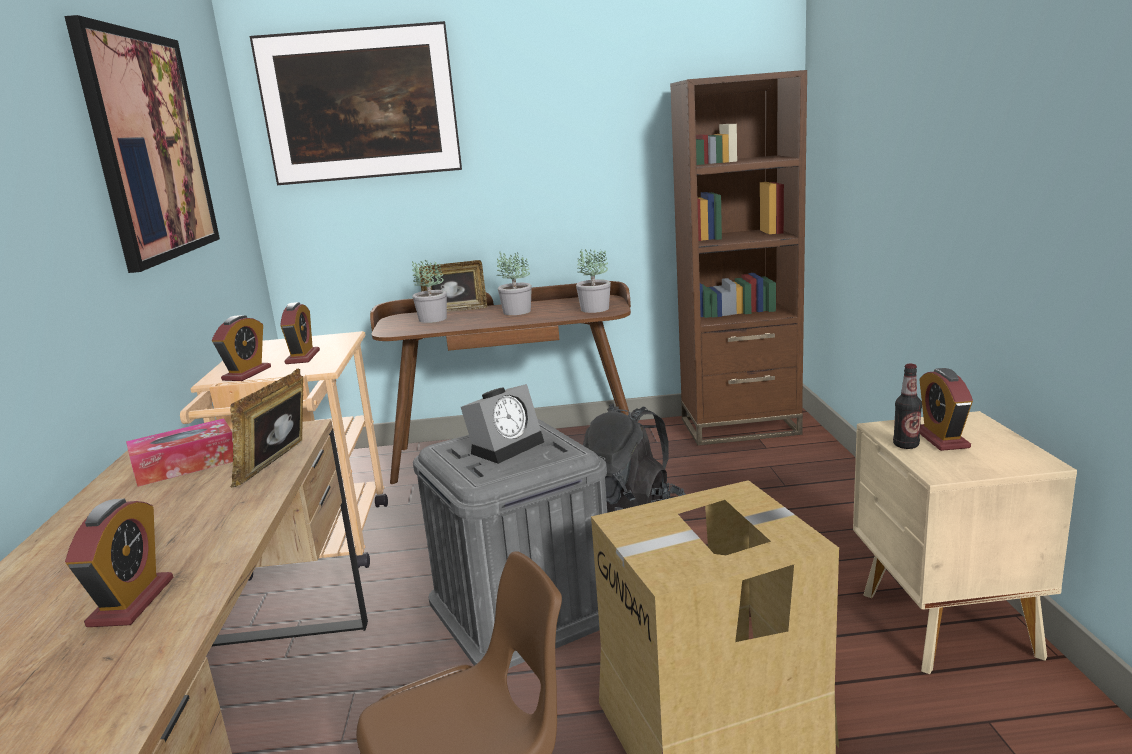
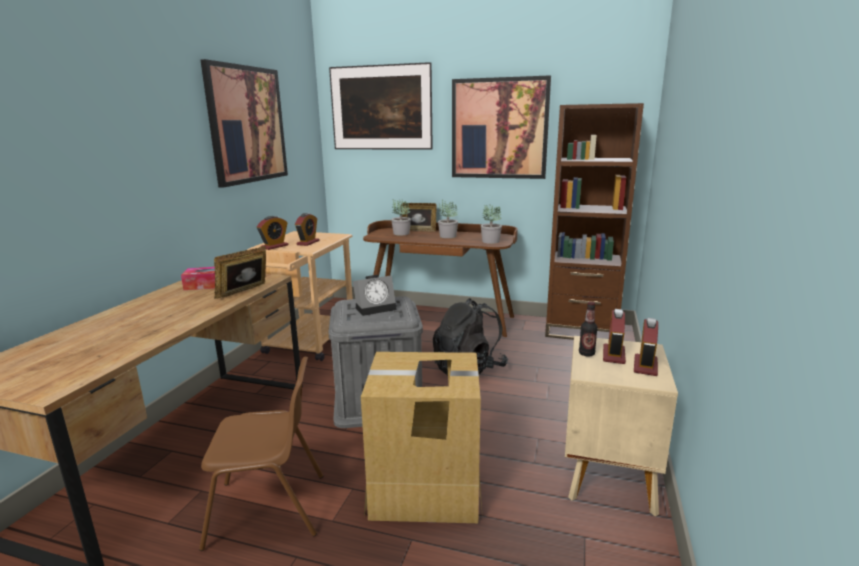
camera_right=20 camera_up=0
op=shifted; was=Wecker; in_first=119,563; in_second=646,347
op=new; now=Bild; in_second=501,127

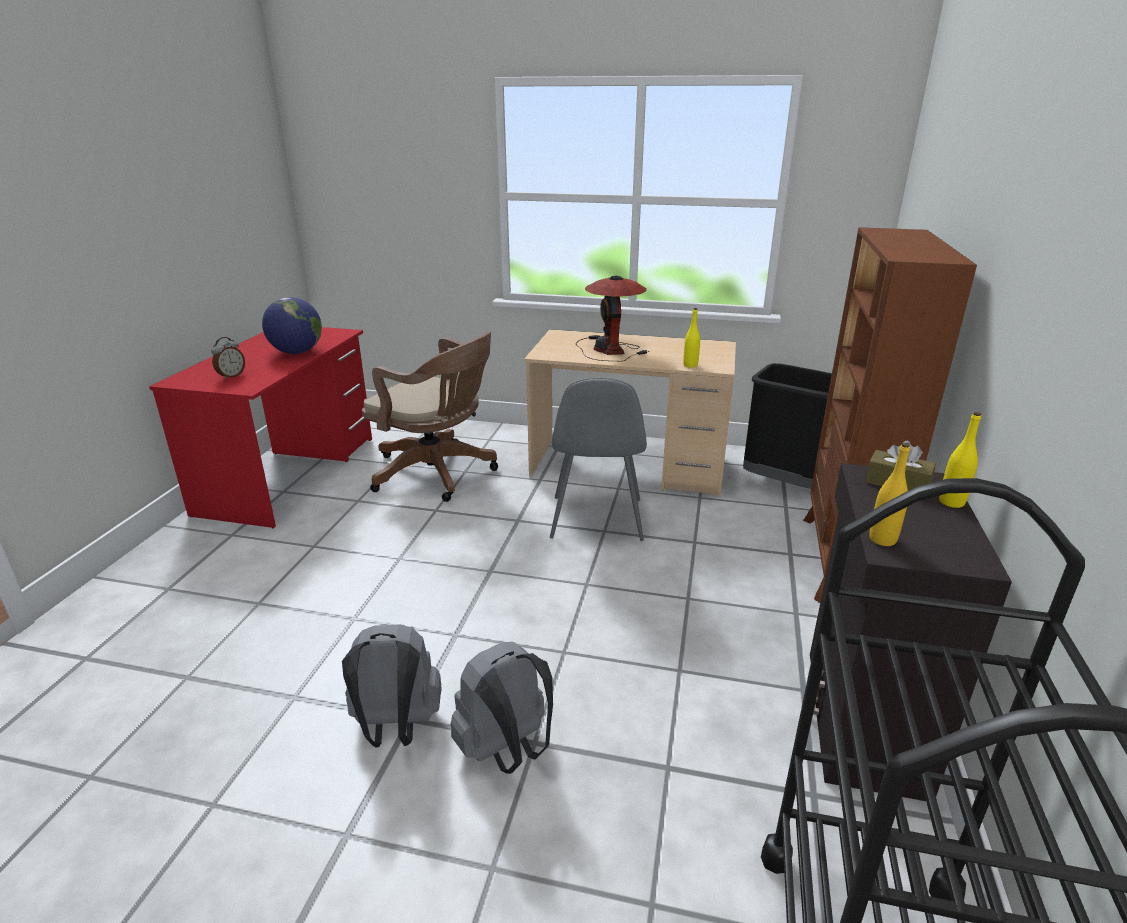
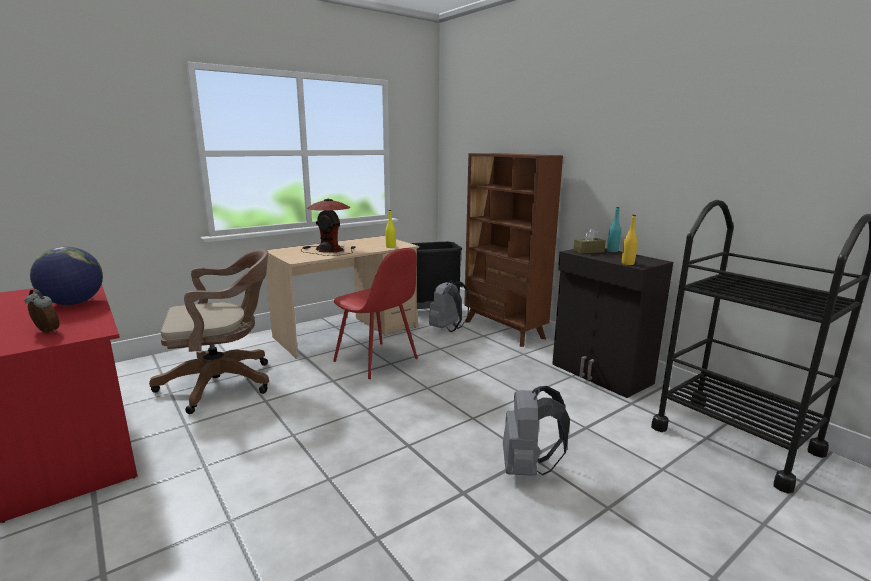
camera_right=-50 camera_up=-10
op=rotated; was=Wecker; in_first=228,358; in_second=42,311; clockwise=-45
op=shifted; was=Rucksack [grau]; in_first=392,686; in_second=449,306
op=repainted; was=Stuhl [grau]; now=Stuhl [rot]; in_first=598,459; in_second=375,313
op=repainted; was=Flasche [gelb]; now=Flasche [türkis]; in_first=960,460; in_second=614,229

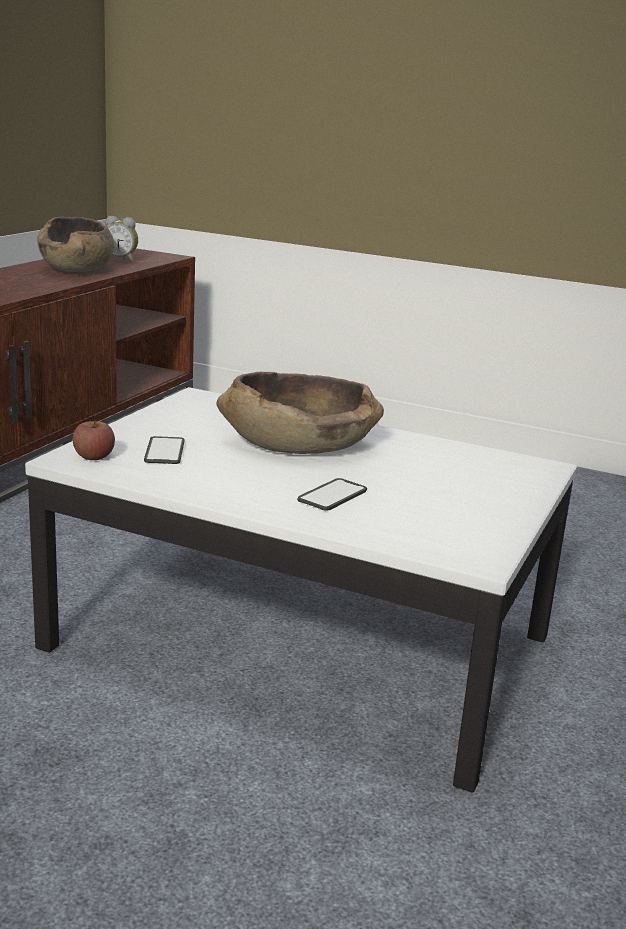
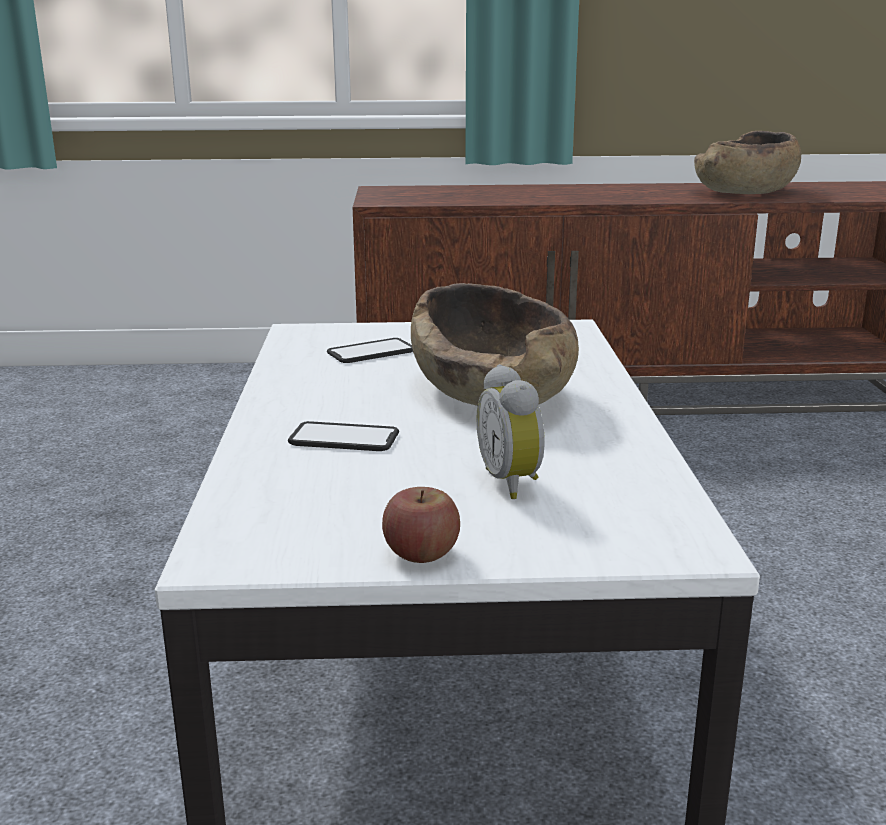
camera_right=65 camera_up=0
op=shifted; was=Apfel; in_first=94,440; in_second=421,525
op=shifted; was=Wecker; in_first=121,239; in_second=510,431

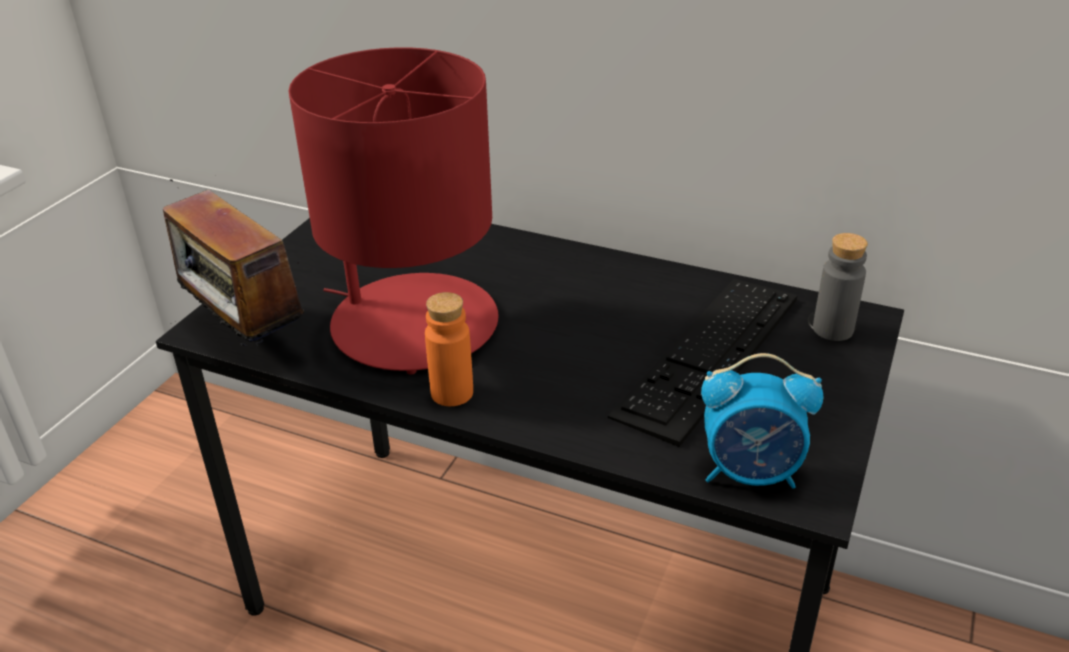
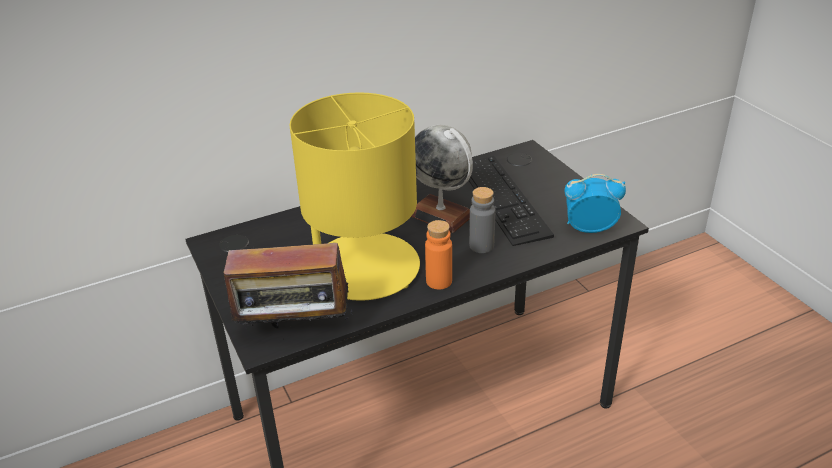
camera_right=-50 camera_up=0
op=repainted; was=Tischlampe [rot]; now=Tischlampe [gelb]; in_first=393,210; in_second=354,196
op=rotated; was=Wecker; in_first=762,420; in_second=595,203; clockwise=-135
op=shifted; was=Flasche [grau]; in_first=840,287; in_second=482,220
op=new; now=Globus; in_second=442,179

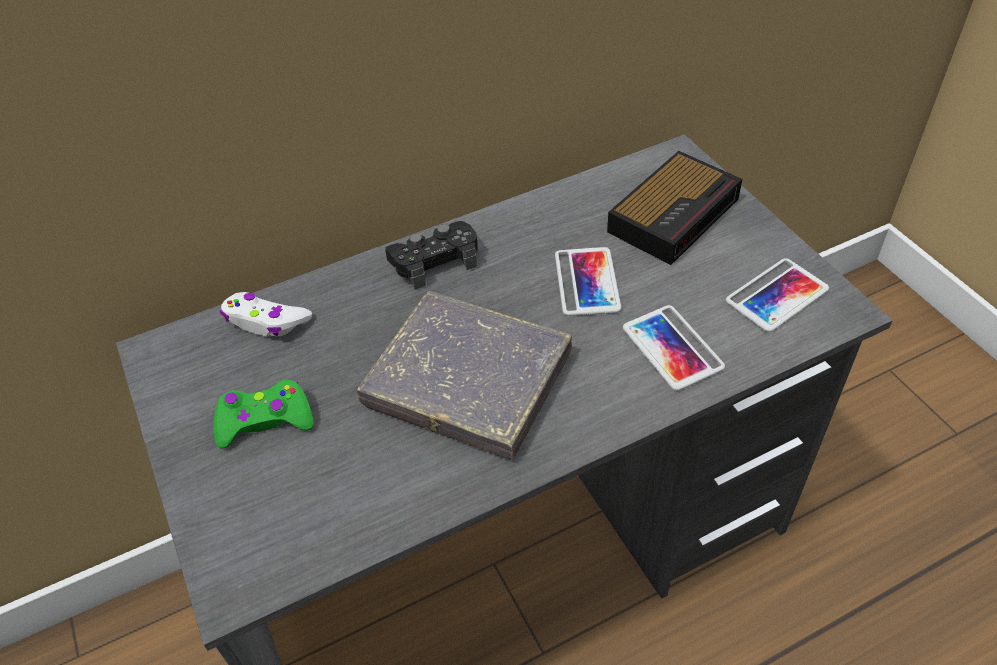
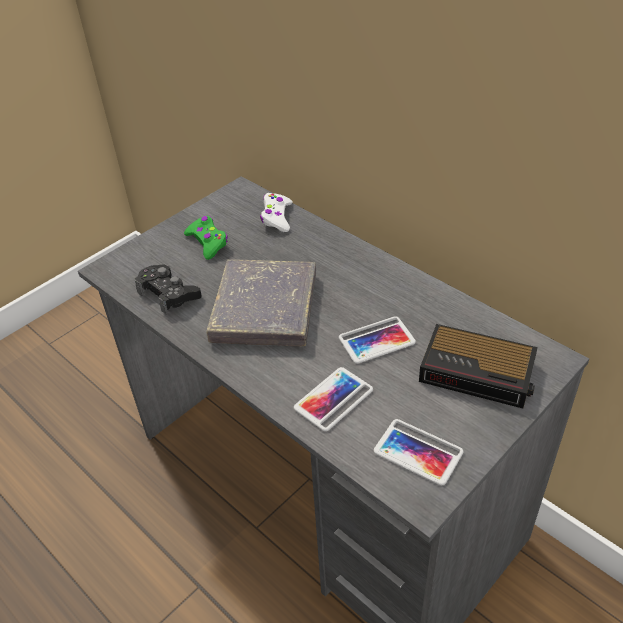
camera_right=70 camera_up=-5
op=shifted; was=Gamepad [schwarz]; in_first=431,255; in_second=168,289

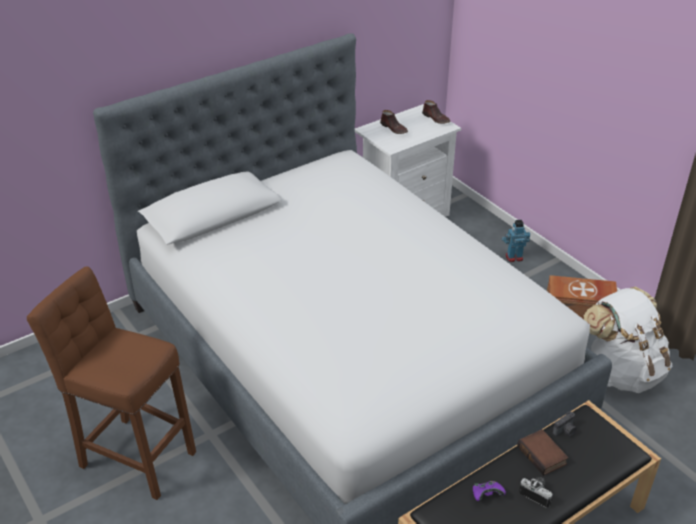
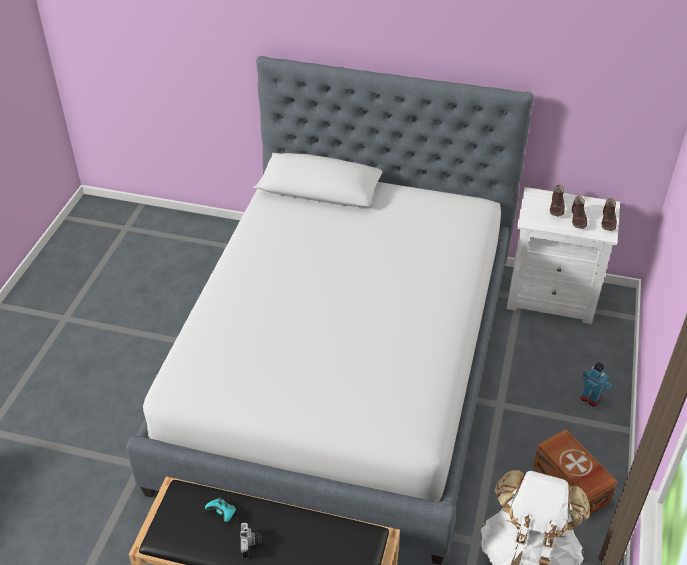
camera_right=50 camera_up=5
op=gone; was=Hocker [braun]; in_first=111,383
op=repainted; was=Gamepad [lila]; now=Gamepad [türkis]; in_first=489,491; in_second=220,509
op=gone; was=Buch; in_first=542,452
op=gone; was=Kamera; in_first=565,424
op=new; now=Schuh [braun]; in_second=579,212

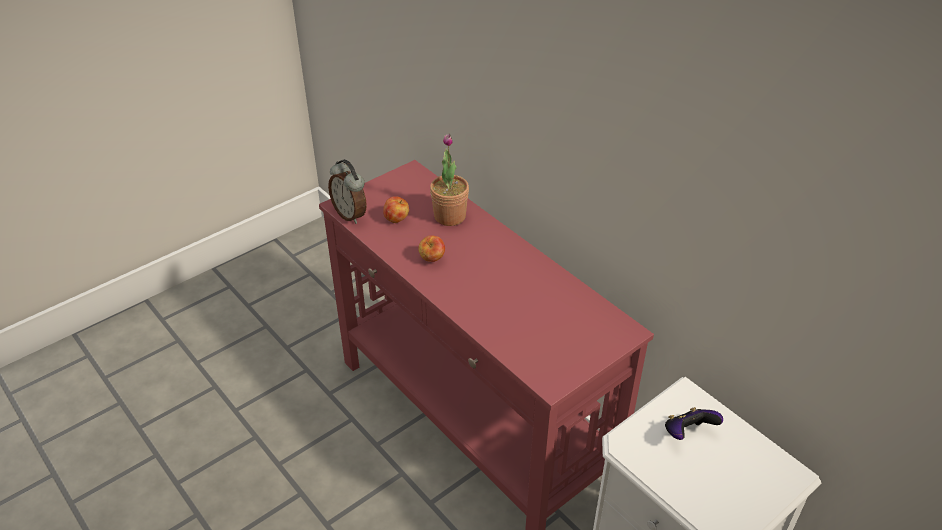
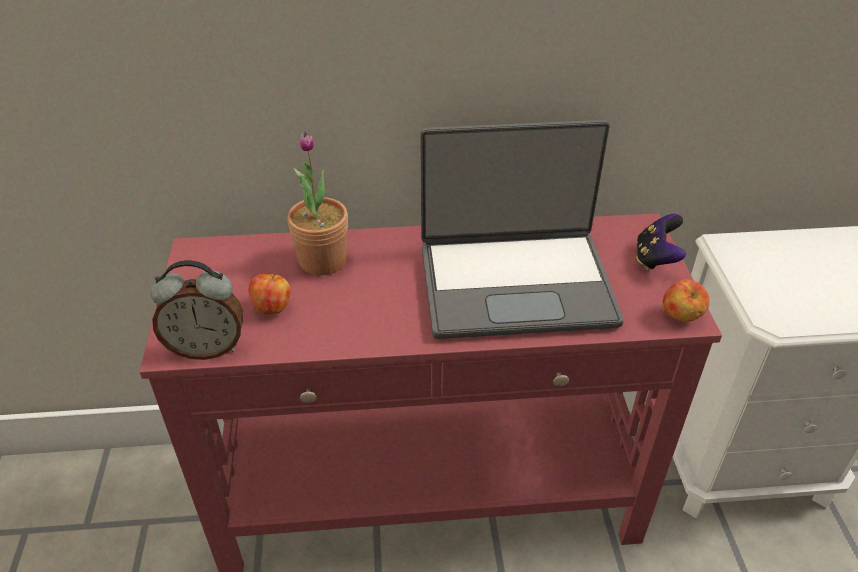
camera_right=-55 camera_up=0
op=shifted; was=Apfel; in_first=431,248; in_second=686,300
op=shifted; was=Gamepad; in_first=694,423; in_second=661,242
op=new; now=Laptop; in_second=522,229

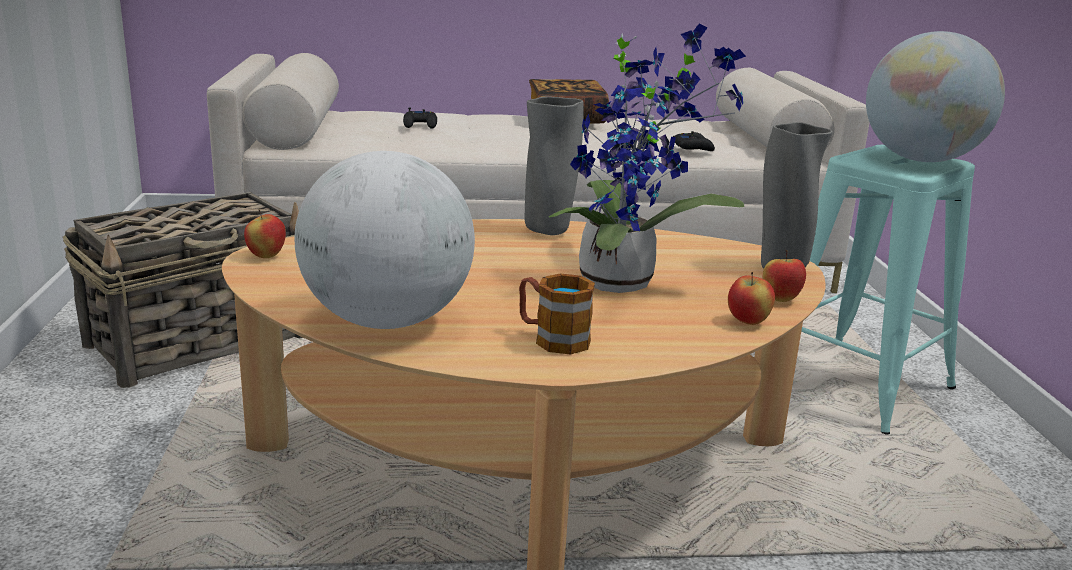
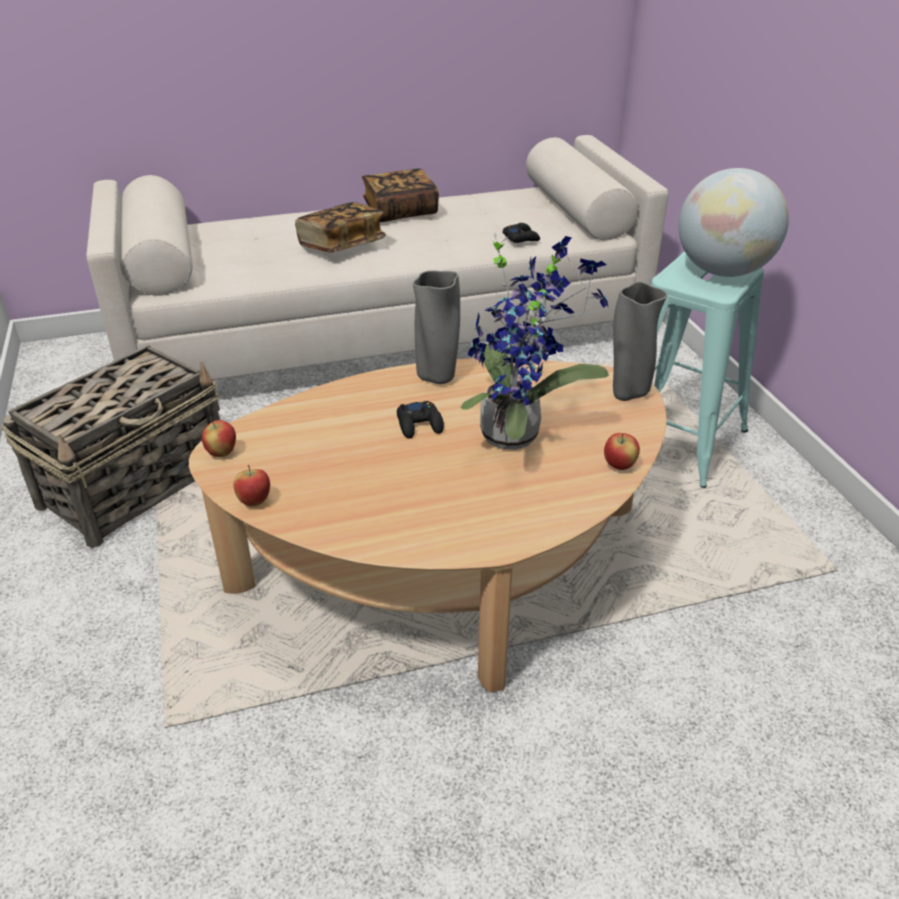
camera_right=-10 camera_up=15
op=gone; was=Globus; in_first=385,240
op=shifted; was=Gamepad [schwarz]; in_first=420,118; in_second=420,420
op=gone; was=Henkelbecher; in_first=557,314
op=shifted; was=Apfel; in_first=784,276; in_second=251,485
op=new; now=Buch; in_second=340,227

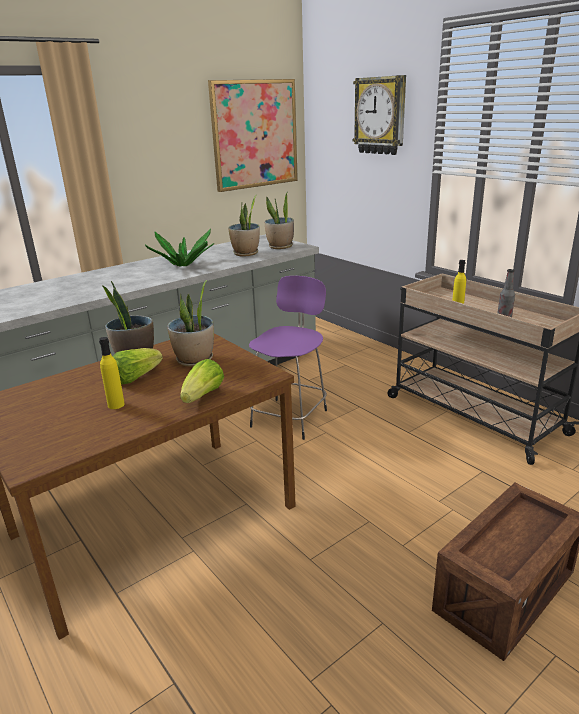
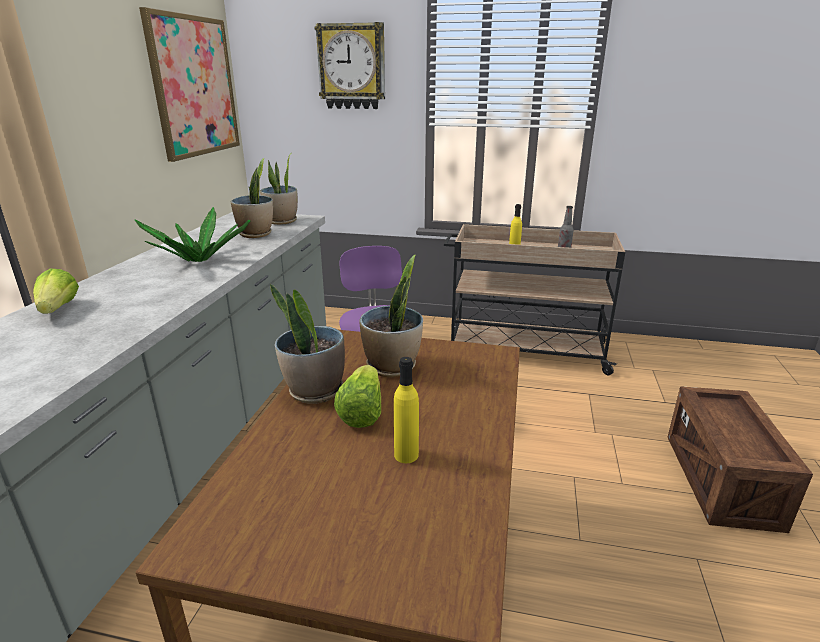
camera_right=-40 camera_up=0
op=shifted; was=Salatkopf; in_first=202,381; in_second=56,291

